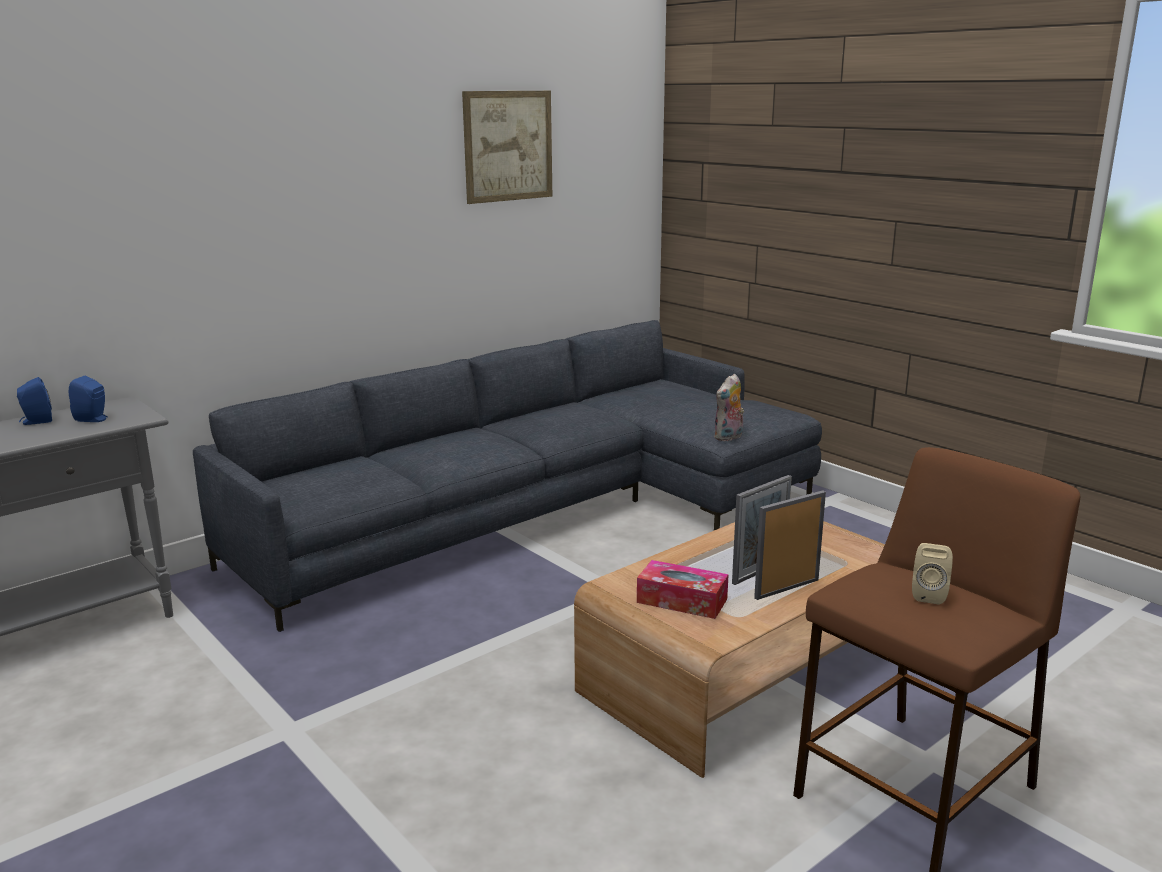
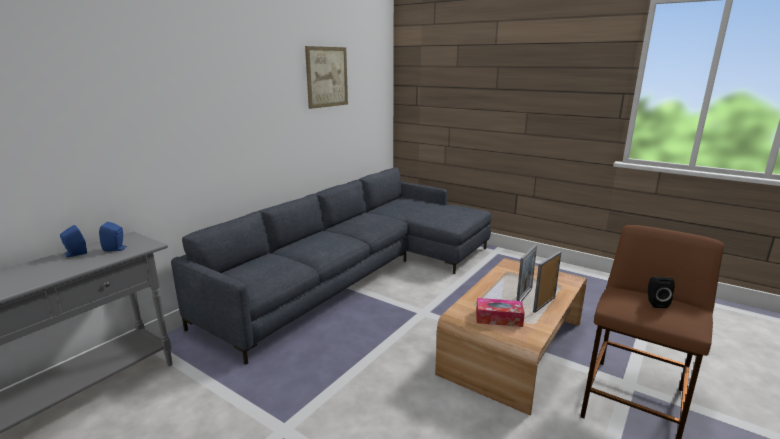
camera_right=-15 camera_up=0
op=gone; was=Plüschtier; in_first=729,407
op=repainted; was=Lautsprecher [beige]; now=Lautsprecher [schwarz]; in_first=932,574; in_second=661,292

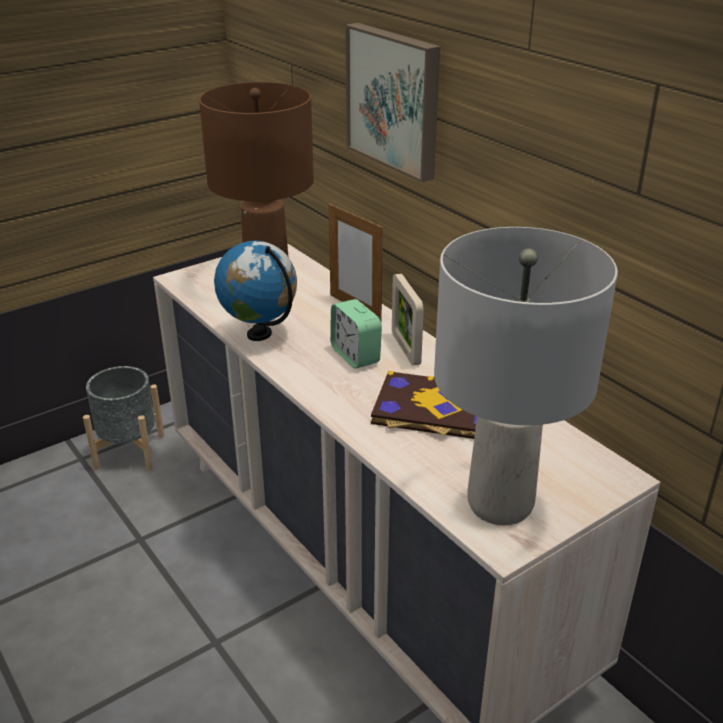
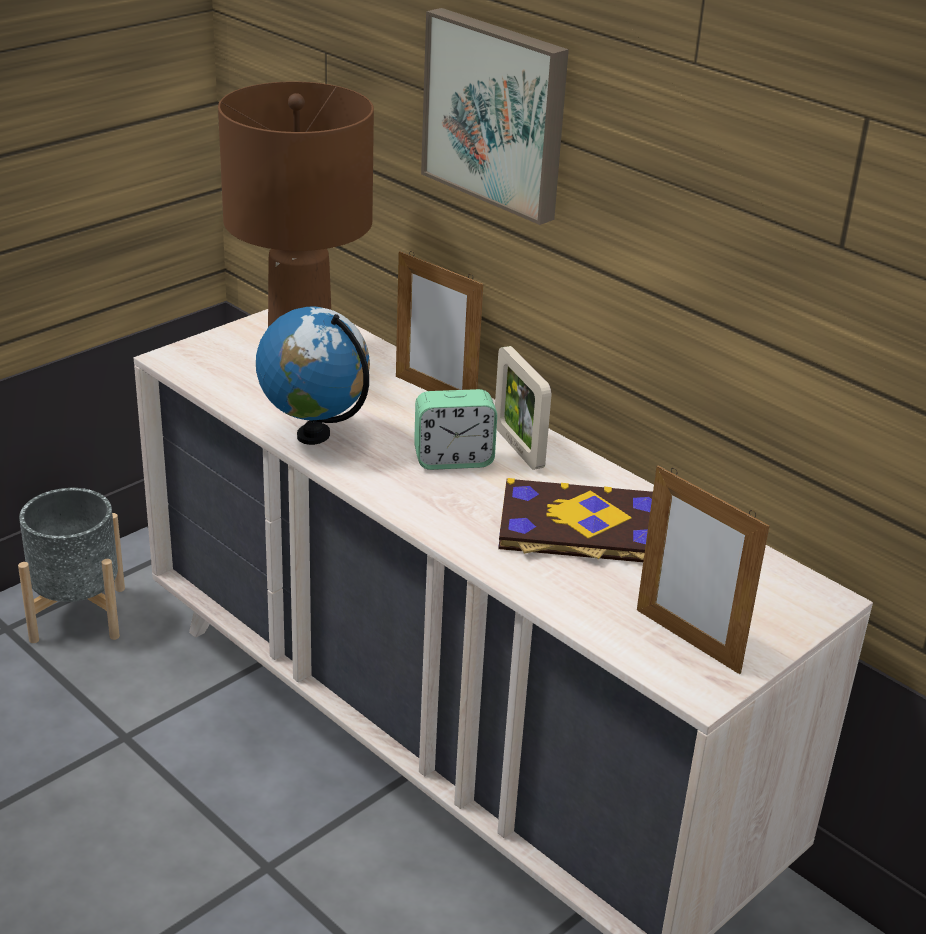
camera_right=-10 camera_up=0
op=rotated; was=Wecker; in_first=356,334; in_second=455,429; clockwise=-60
op=swapped; was=Tischlampe [grau]; now=Bilderrahmen; in_first=526,376; in_second=703,569

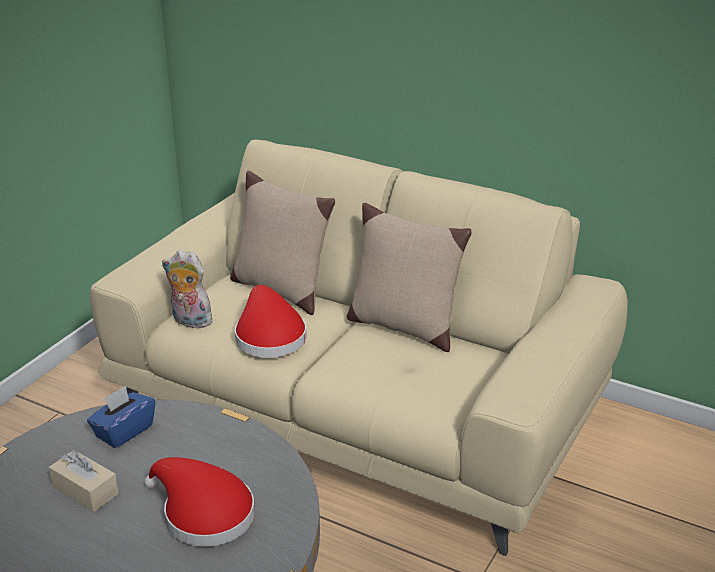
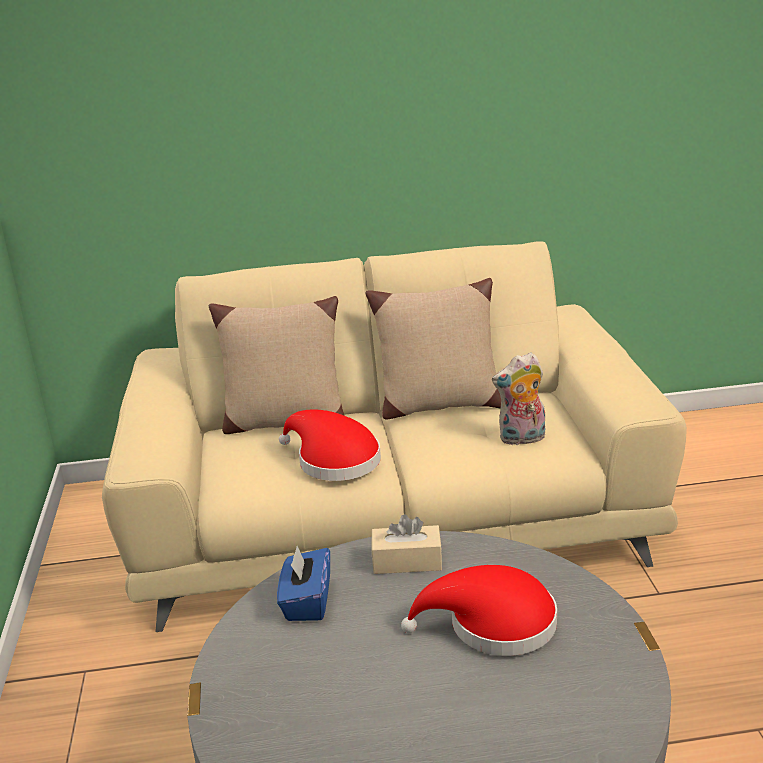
camera_right=-35 camera_up=-5
op=shifted; was=Taschentuchbox [beige]; in_first=84,481; in_second=407,544
op=shifted; was=Plüschtier; in_first=187,289; in_second=519,398

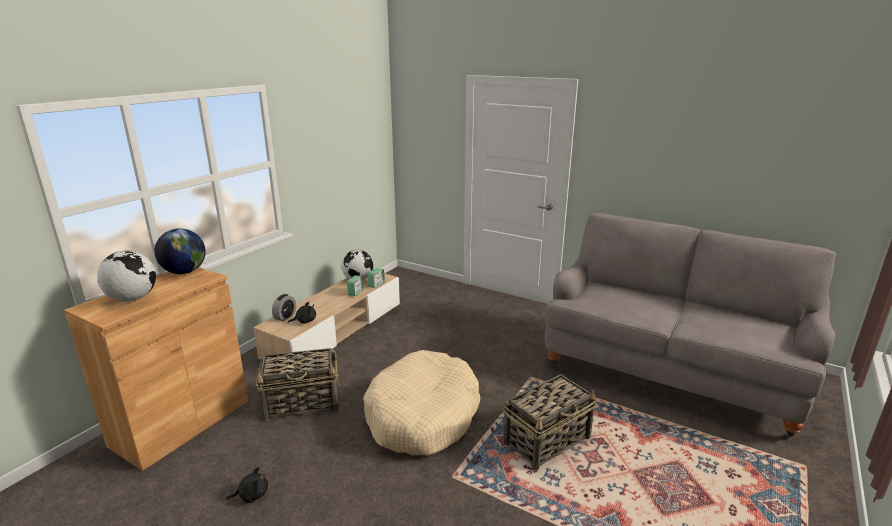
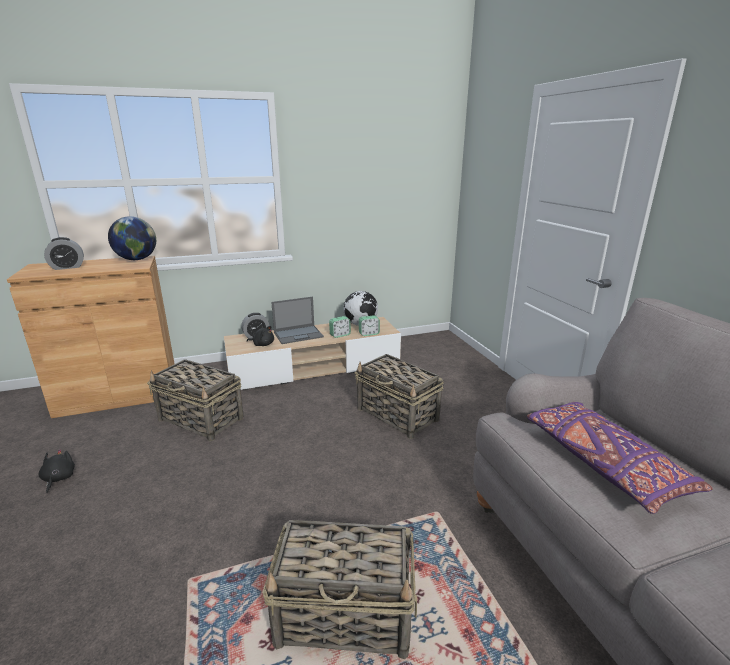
camera_right=40 camera_up=0
op=swapped; was=Globus; now=Wecker; in_first=126,276; in_second=64,253
op=rotated; was=Plüschtier [schwarz]; in_first=247,485; in_second=56,471; clockwise=-120
op=gone; was=Hundebett [beige]; in_first=421,402
op=new; now=Laptop; in_second=297,320
op=new; now=Korb; in_second=399,396
op=new; now=Kissen [lila]; in_second=620,458

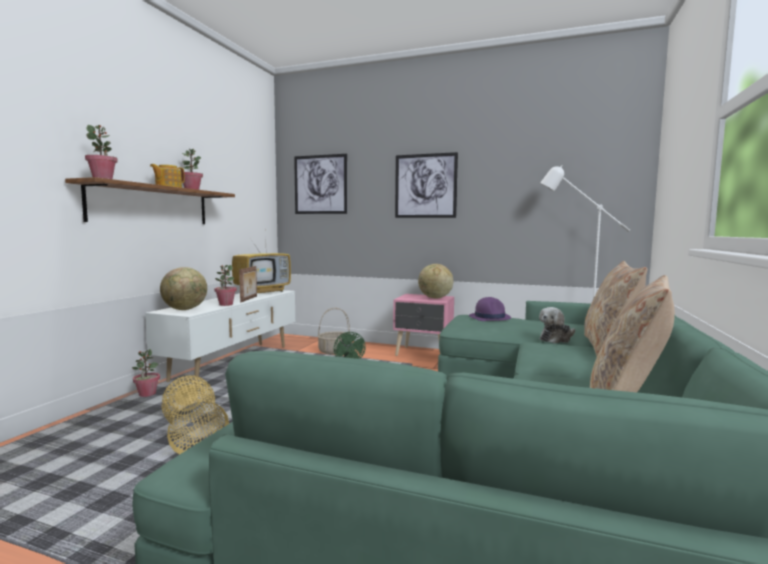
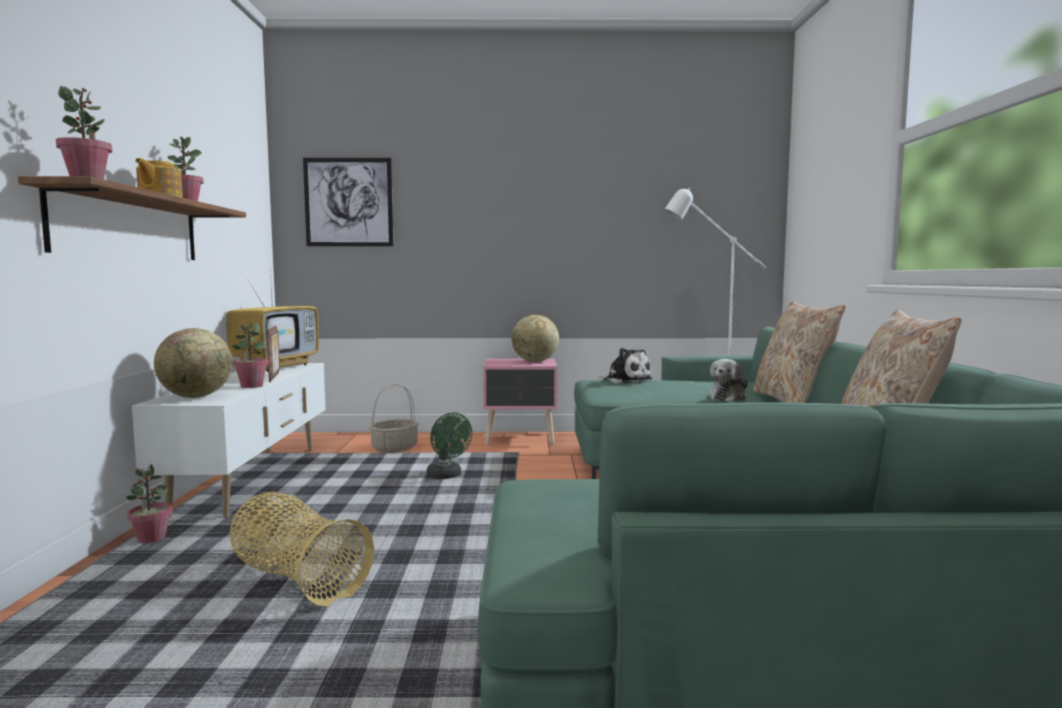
camera_right=-20 camera_up=0
op=gone; was=Bild; in_first=426,185
op=swapped; was=Hut [lila]; now=Plüschtier; in_first=490,309; in_second=625,366

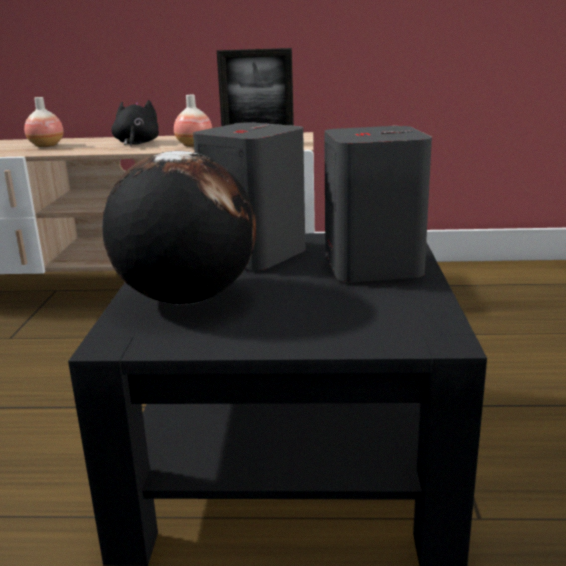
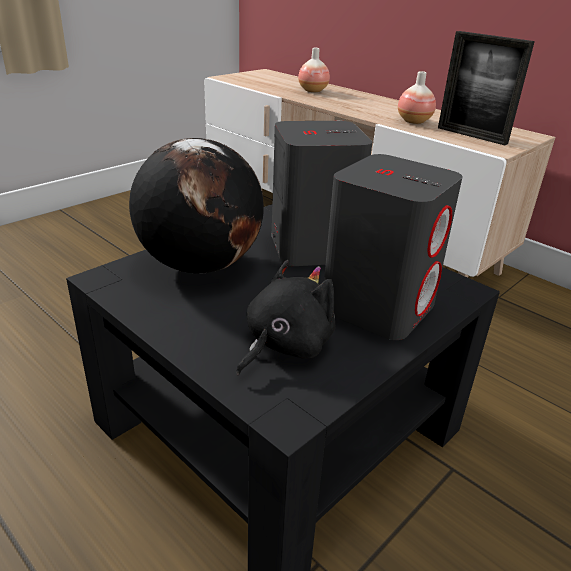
camera_right=40 camera_up=10
op=shifted; was=Plüschtier [schwarz]; in_first=135,123; in_second=286,317

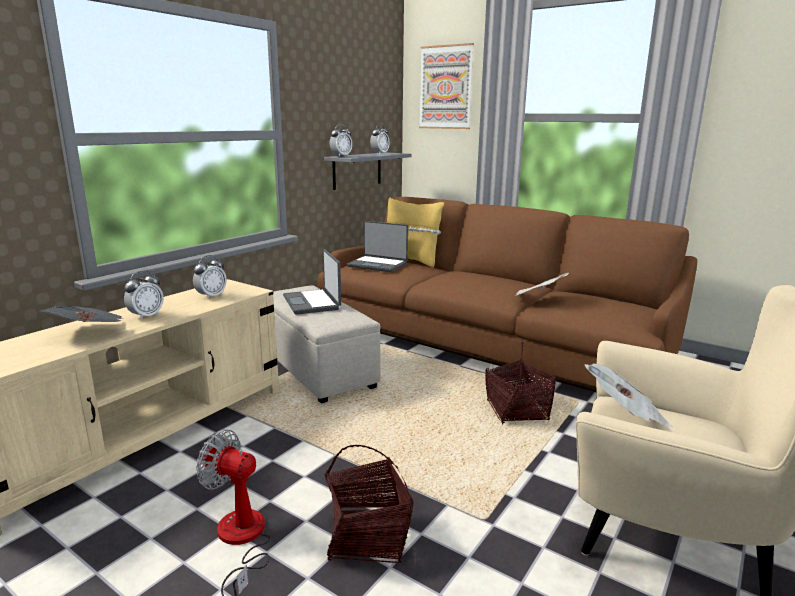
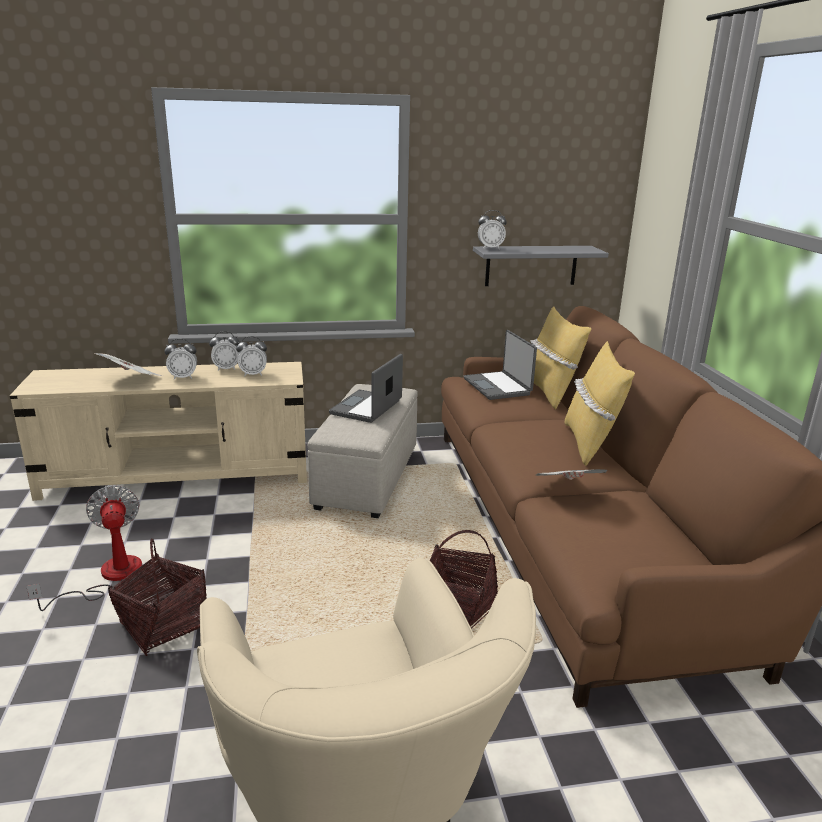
camera_right=45 camera_up=5
op=shifted; was=Wecker; in_first=379,139; in_second=224,351
op=gone; was=Bild; in_first=446,86
op=gone; was=Zeitung; in_first=628,395
op=new; now=Kissen [gelb]; in_second=600,403

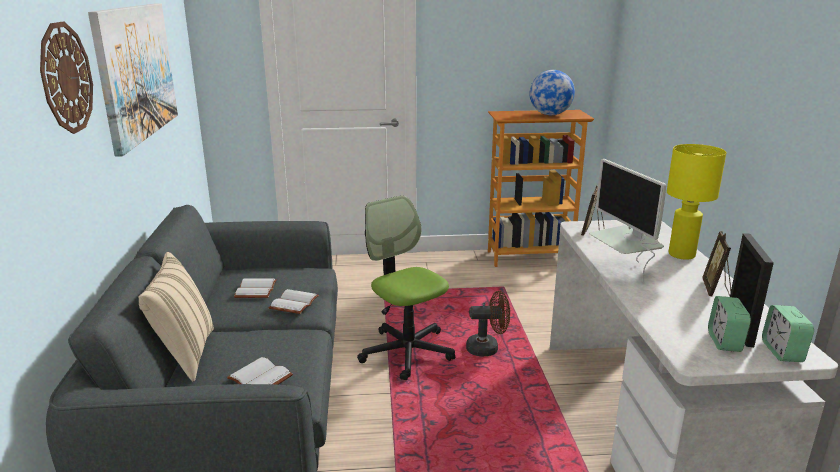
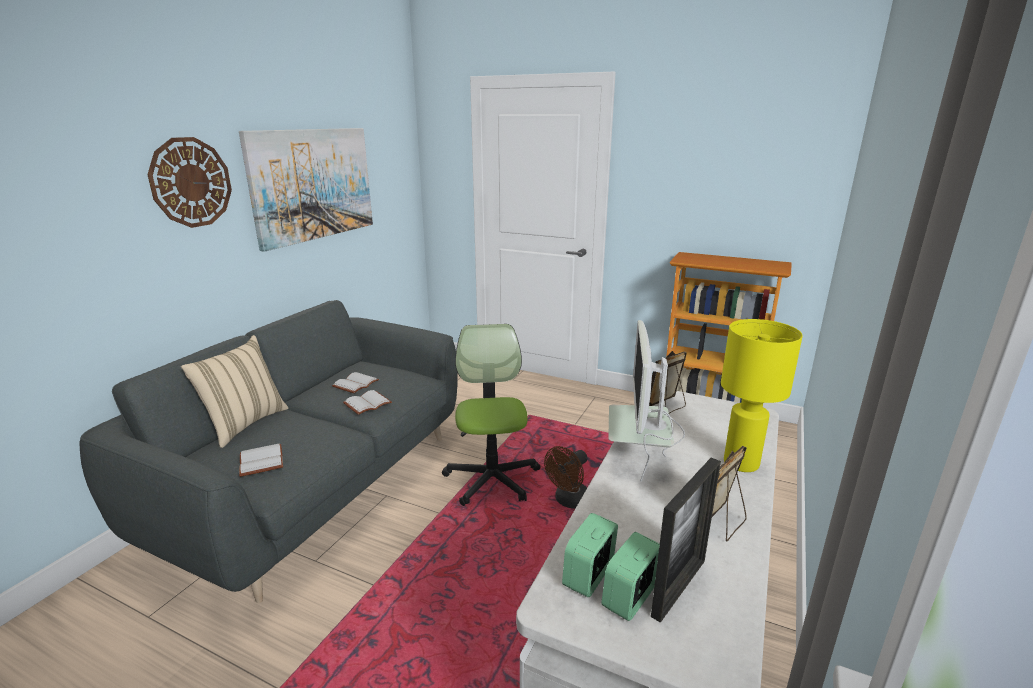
camera_right=30 camera_up=0
op=rotated; was=Ventilator [braun]; in_first=488,323; in_second=565,477; clockwise=105
op=gone; was=Globus; in_first=552,92
op=shifted; was=Wecker; in_first=788,333; in_second=590,555

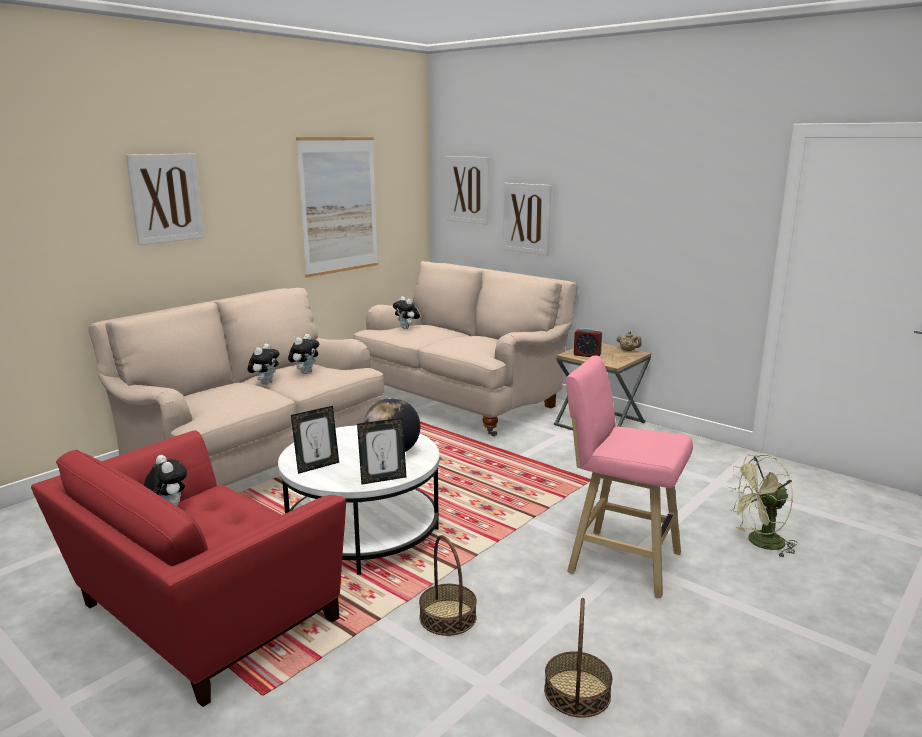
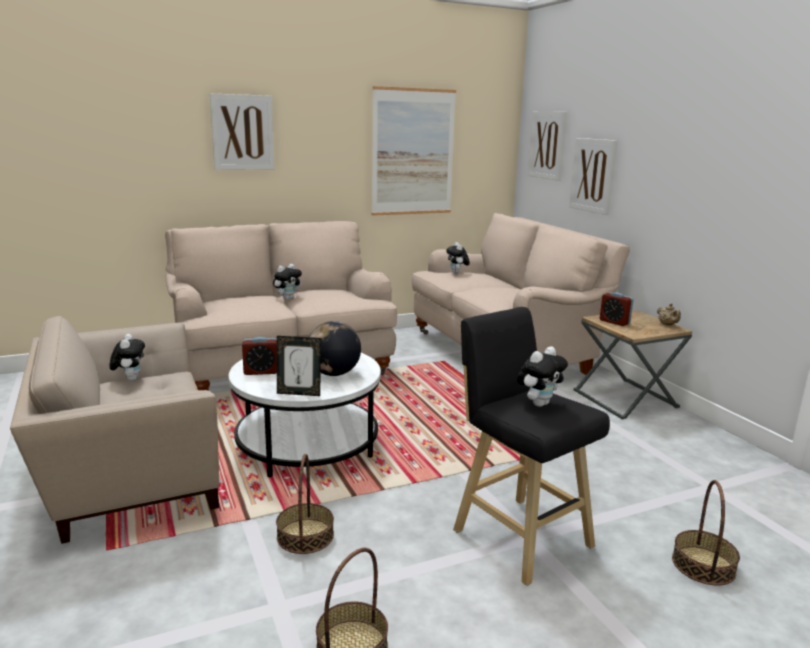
camera_right=25 camera_up=0
op=repainted; was=Sessel [rot]; now=Sessel [beige]; in_first=188,569; in_second=114,430
op=shifted; was=Plüschtier; in_first=303,354; in_second=542,376
op=swapped; was=Bilderrahmen; now=Wecker; in_first=315,440; in_second=259,356
op=repainted; was=Hocker [rosa]; now=Hocker [schwarz]; in_first=629,477; in_second=531,446
op=swapped; was=Ventilator [grün]; now=Korb; in_first=762,506; in_second=706,532

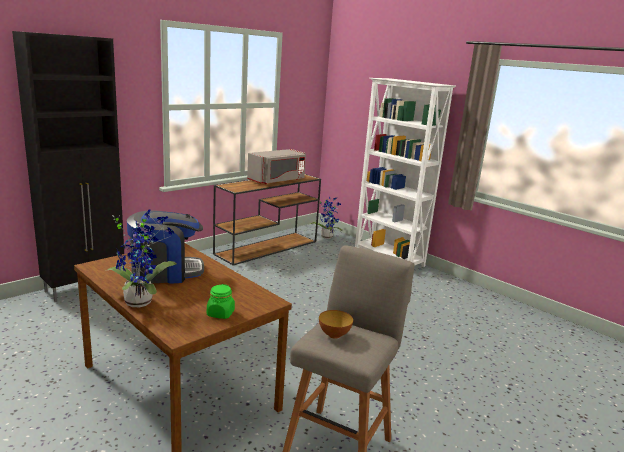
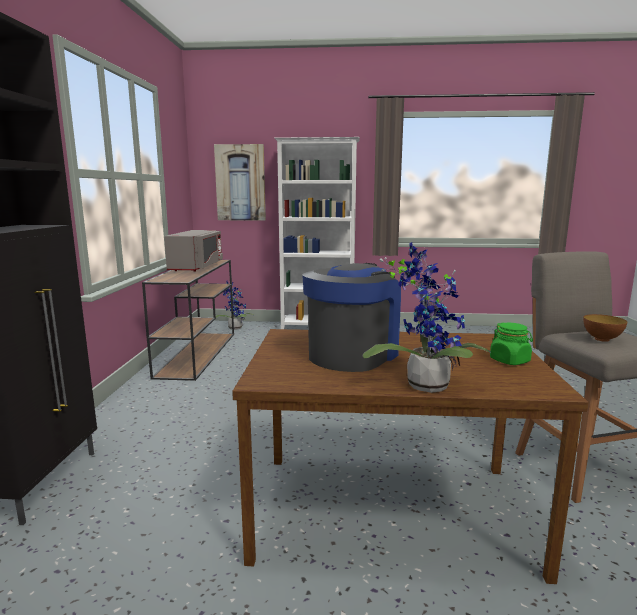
camera_right=-40 camera_up=-5
op=new; now=Bild; in_second=240,182

